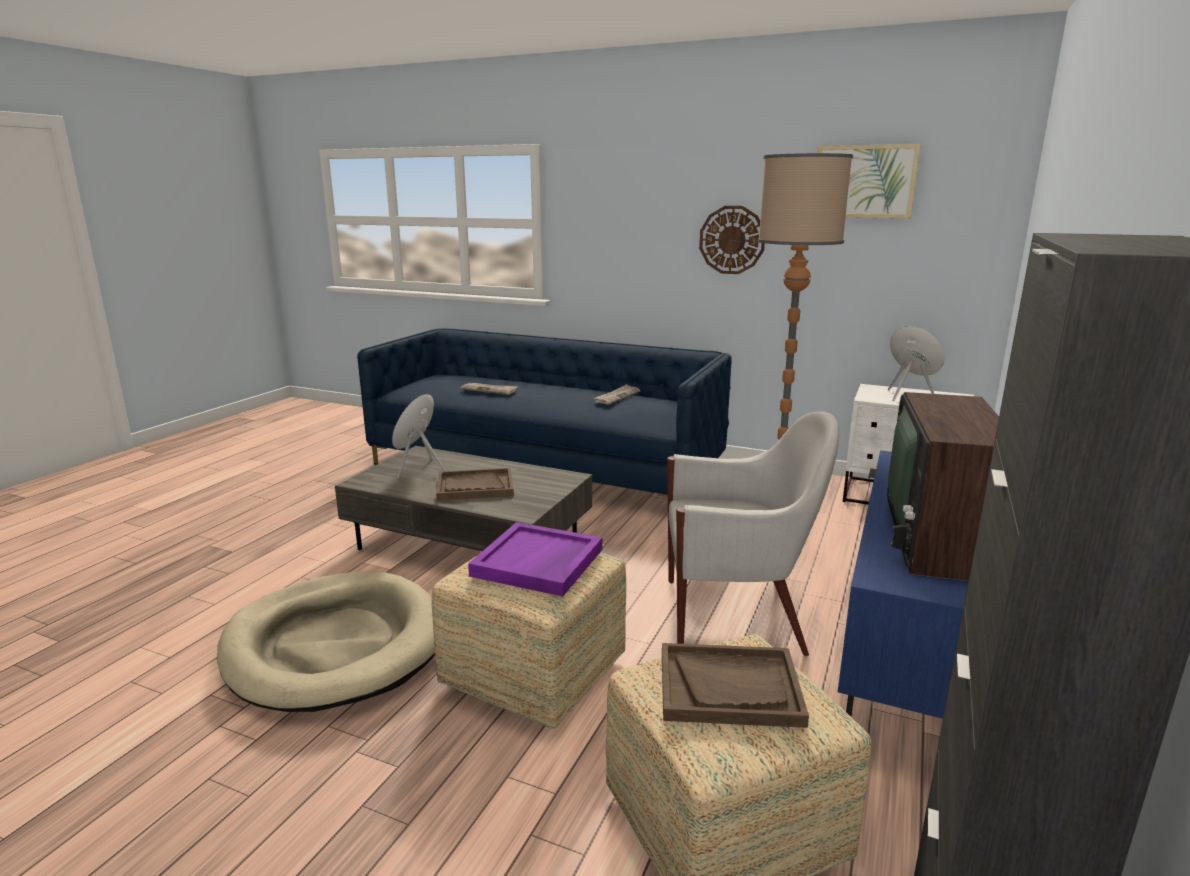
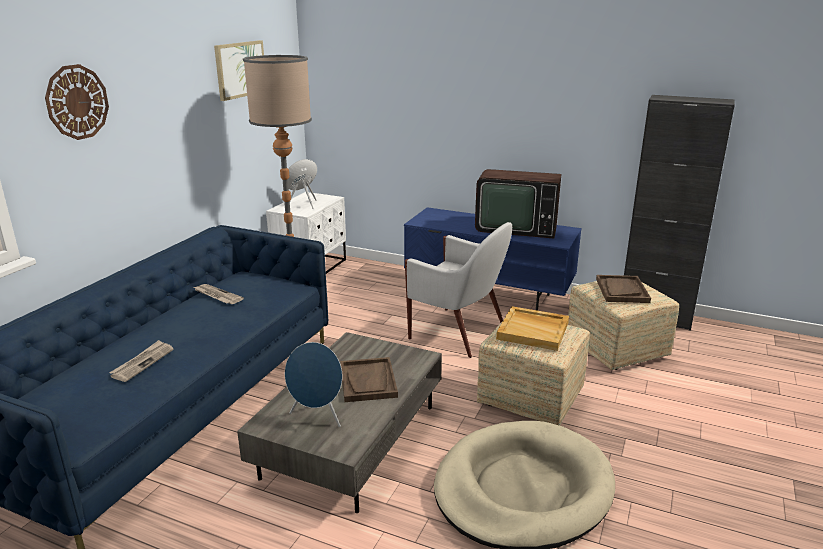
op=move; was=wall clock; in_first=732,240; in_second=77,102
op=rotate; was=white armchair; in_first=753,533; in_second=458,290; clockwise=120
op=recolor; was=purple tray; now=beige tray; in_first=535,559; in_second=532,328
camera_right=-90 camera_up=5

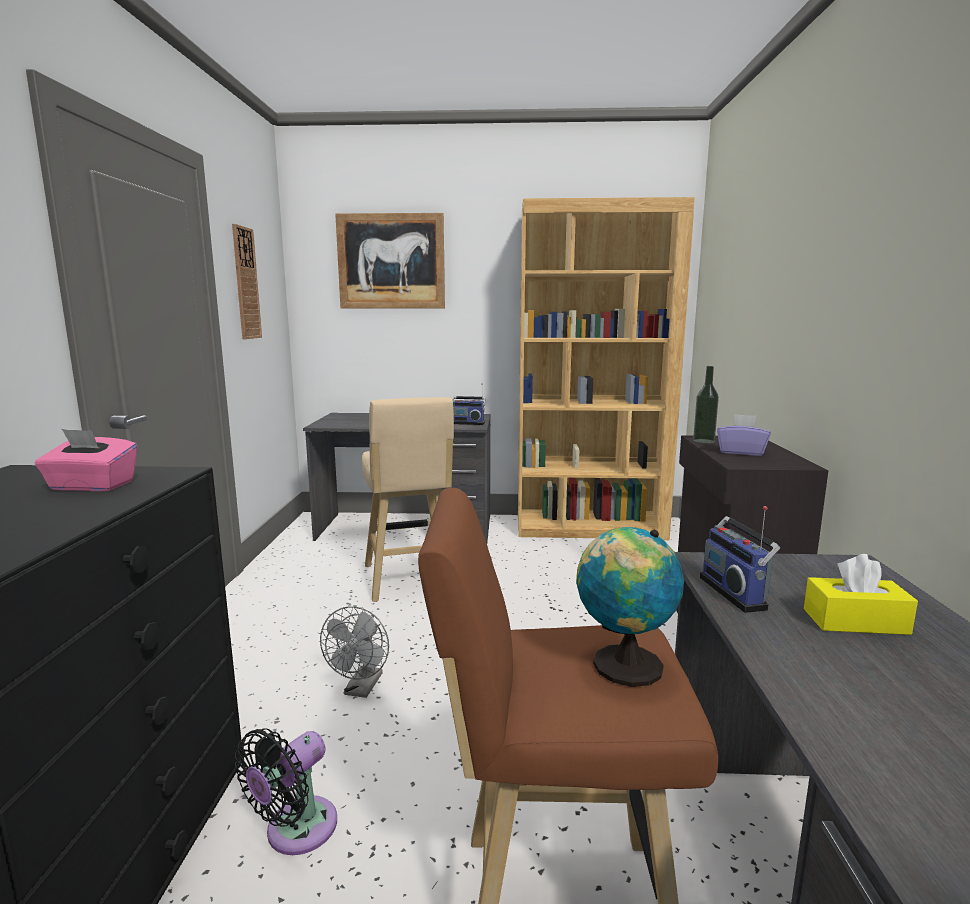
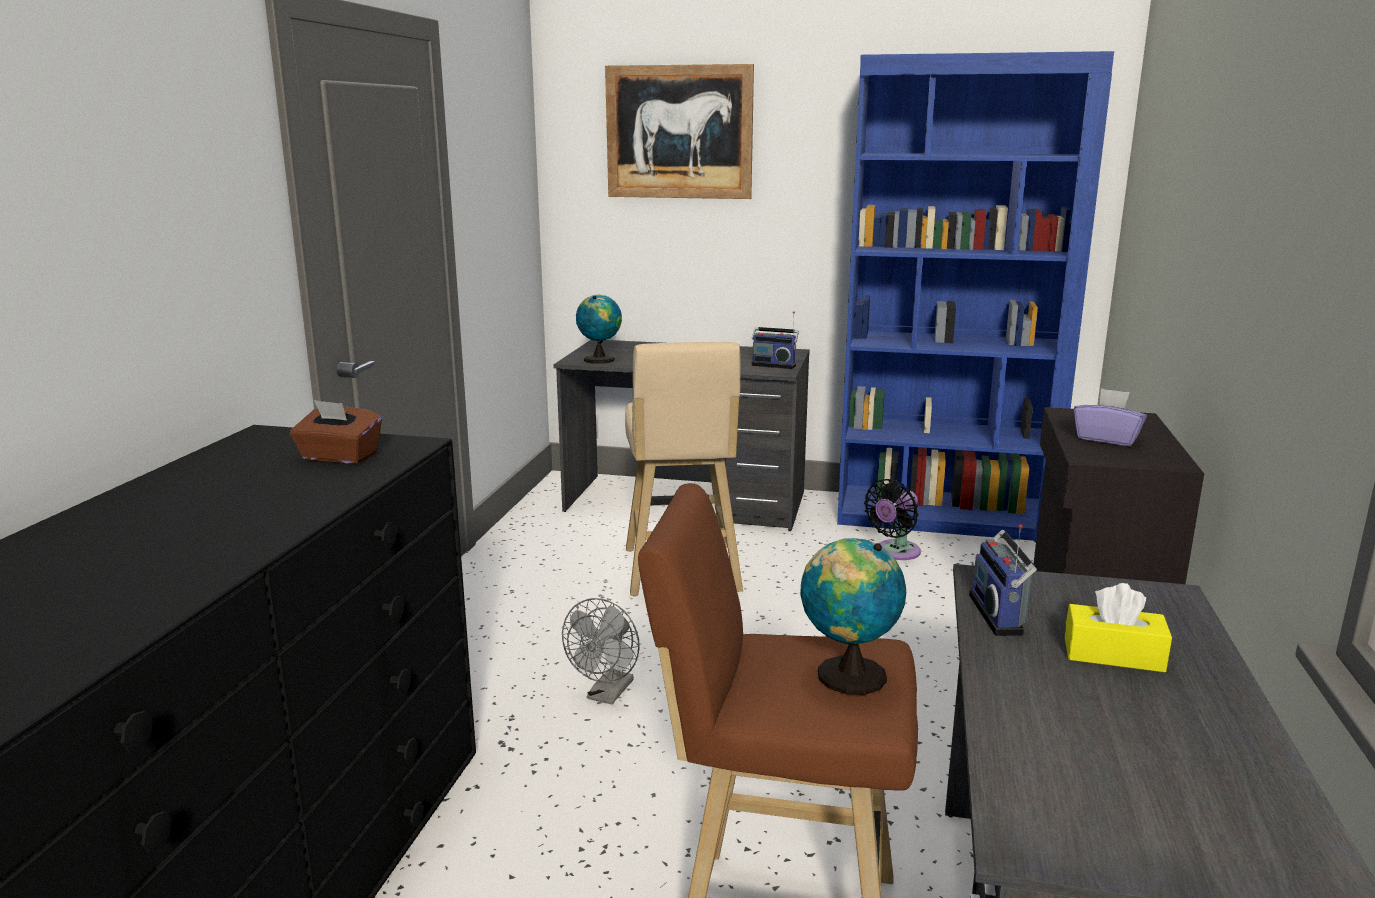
op=recolor; was=brown-coloured bookcase; now=bluish bookcase; in_first=606,369; in_second=975,296
op=delete; was=wall clock; in_first=247,281
op=delete; was=bottle; in_first=706,405
op=recolor; was=pink tissue box; now=brown-coloured tissue box; in_first=86,460; in_second=336,432
op=move; was=black fan; in_first=286,791; in_second=892,519
op=insert; now=desk globe; in_second=599,329
camera_right=10 camera_up=5

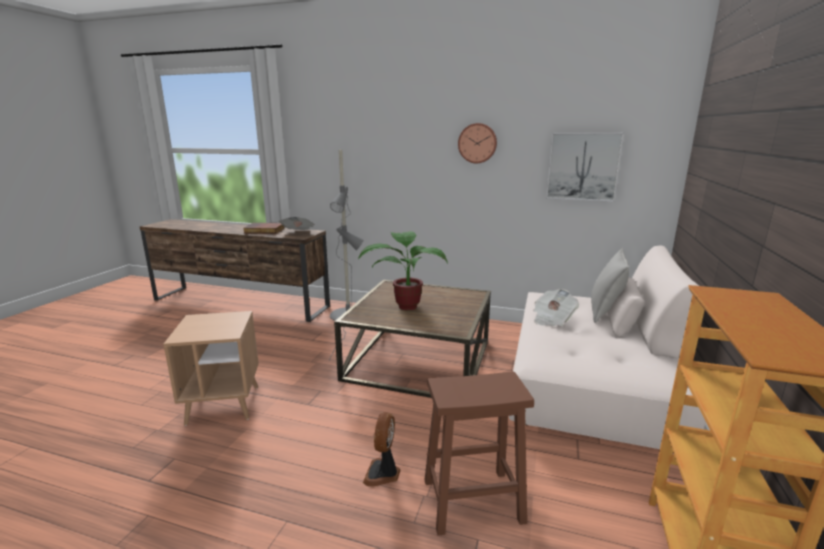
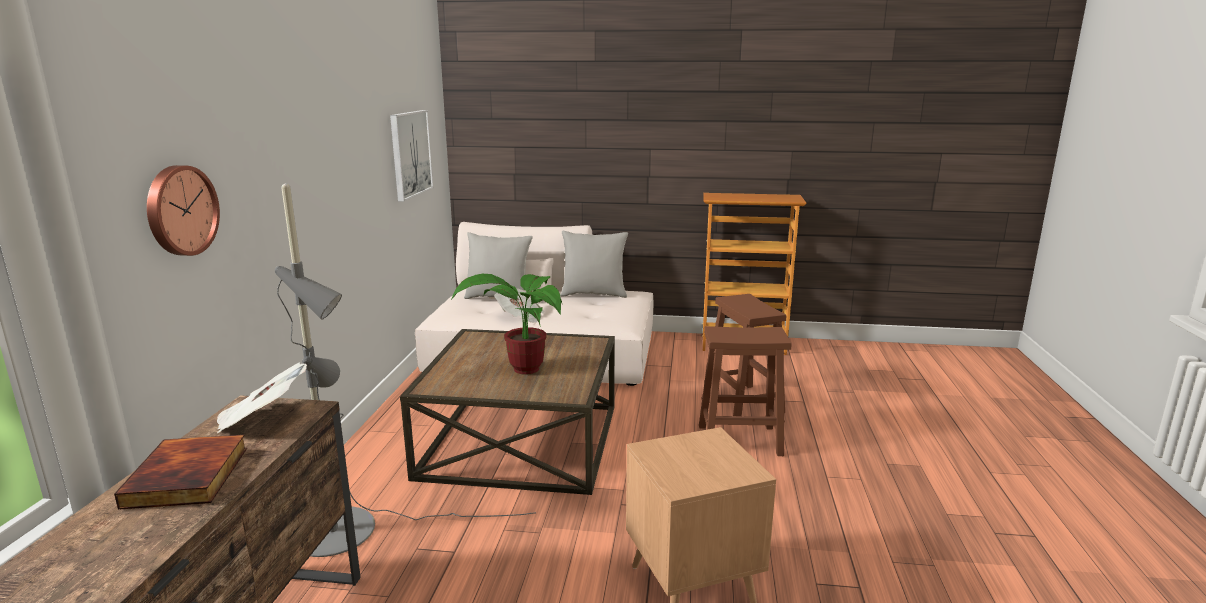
op=move; was=wall clock; in_first=477,143; in_second=183,210
op=replace; was=fan; now=brown-coloured stool seat; in_first=381,449; in_second=745,391
op=insert; now=greyish throw pillow; in_second=594,264
camera_right=-100 camera_up=0

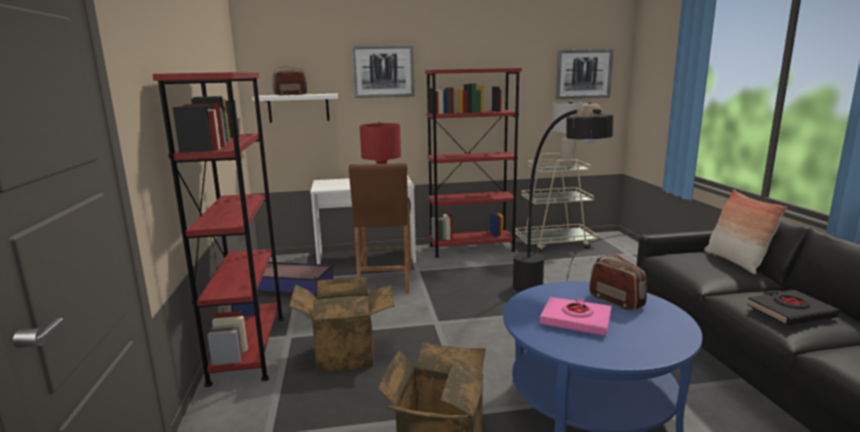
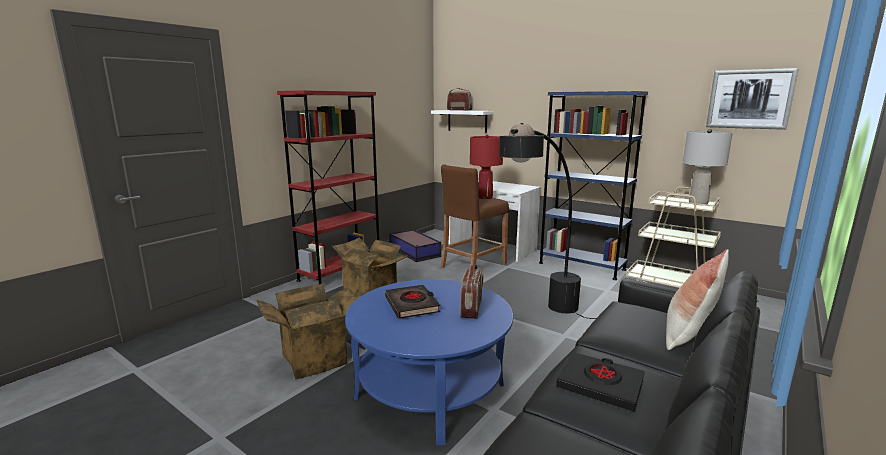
op=delete; was=wall art; in_first=383,71
op=recolor; was=red-coloured bookcase; now=bluish bookcase; in_first=473,163; in_second=593,185
op=recolor; was=pink bound book; now=black bound book; in_first=576,316; in_second=412,302
camera_right=45 camera_up=0

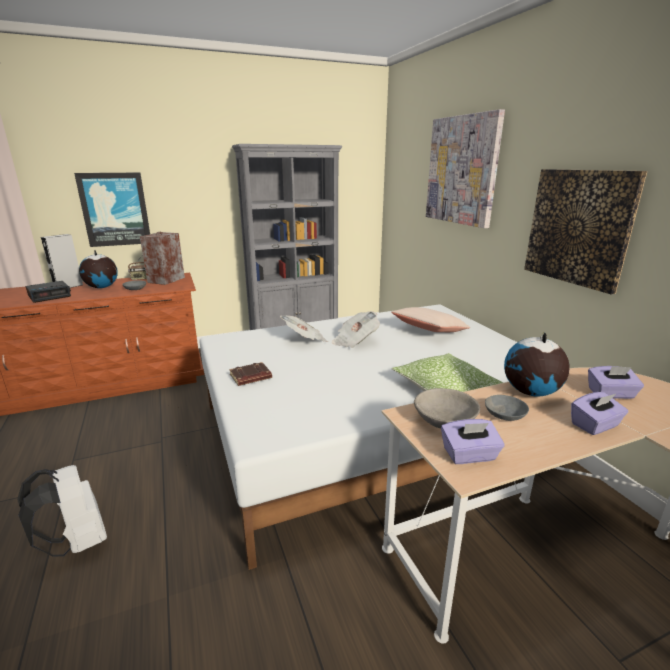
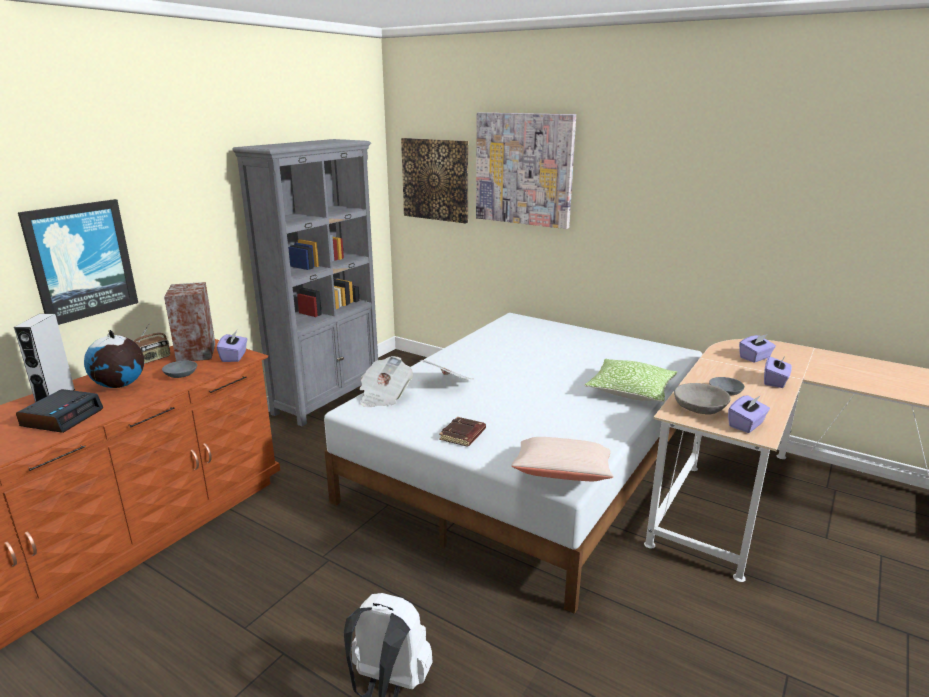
op=move; was=wall art; in_first=586,231; in_second=434,180
op=move; was=beige throw pillow; in_first=430,319; in_second=563,459
op=move; was=printed paper; in_first=356,329; in_second=386,381
op=delete; was=desk globe; in_first=537,364
op=insert; now=purple tissue box; in_second=232,346
camera_right=-35 camera_up=0

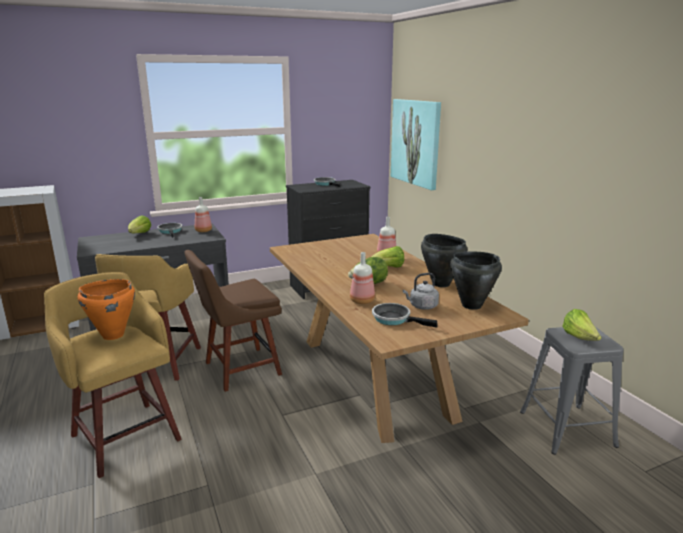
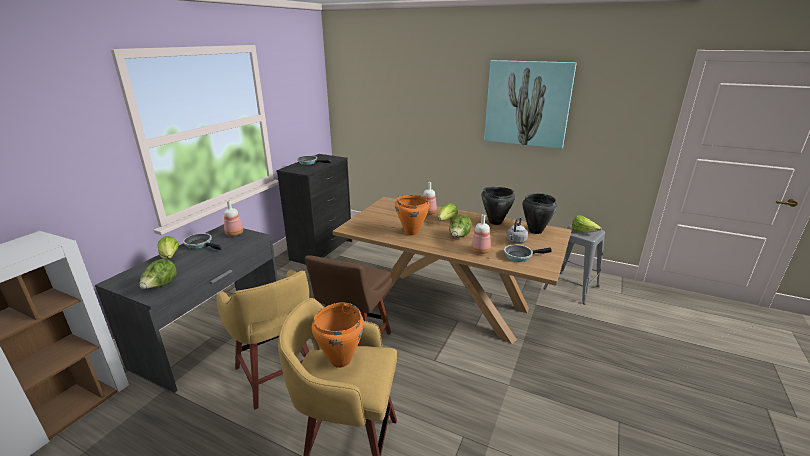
op=move; was=wall art; in_first=416,144; in_second=530,104
op=insert; now=orange saucepot; in_second=412,215
op=insert; now=lettuce; in_second=158,274
camera_right=-40 camera_up=5

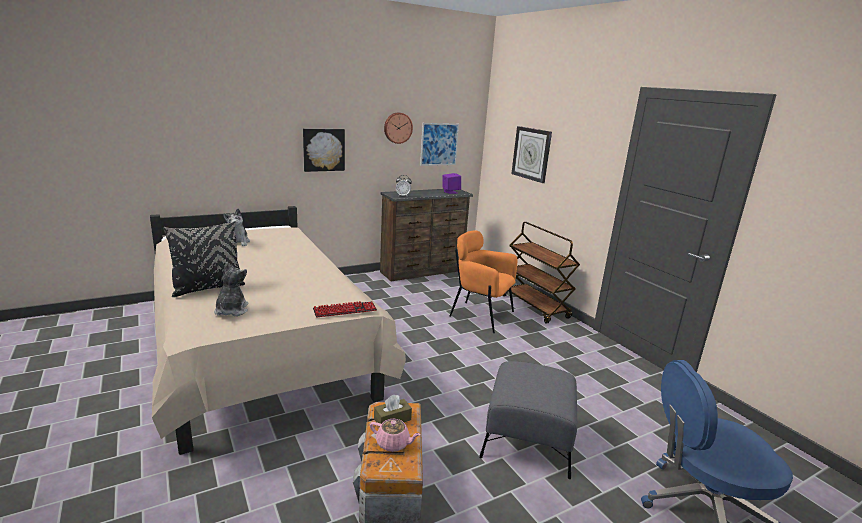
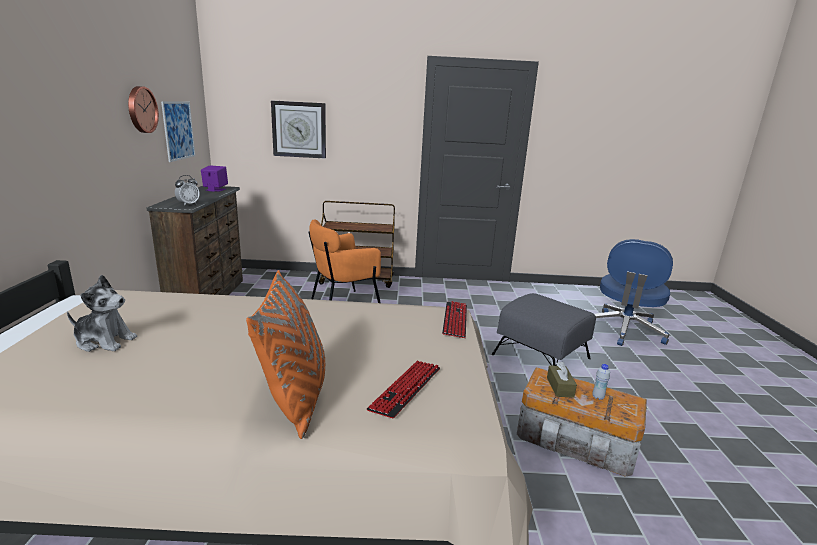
op=delete; was=wall art; in_first=324,150
op=recolor; was=black throw pillow; now=orange throw pillow; in_first=204,259; in_second=285,354
op=replace; was=cuddly toy; now=keyboard; in_first=231,289; in_second=403,389
op=replace; was=pink tea pot; now=white bottle; in_first=395,435; in_second=601,382
camera_right=-60 camera_up=0

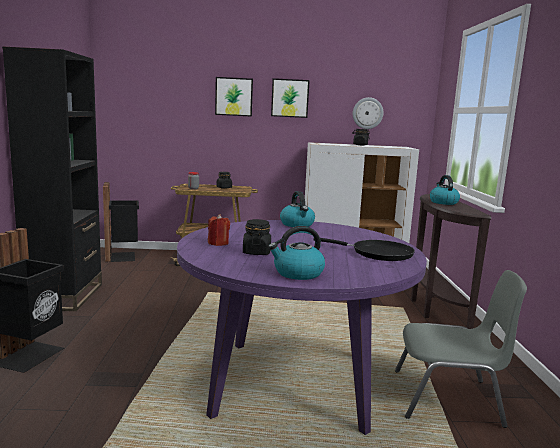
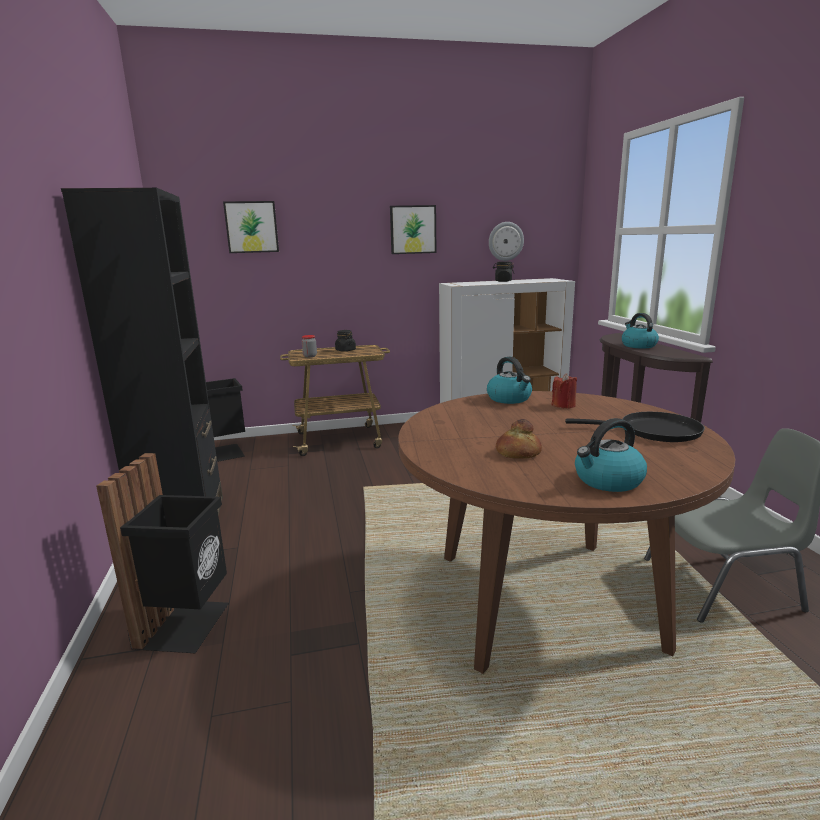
op=move; was=wall art; in_first=234,97; in_second=251,227
op=move; was=red-coloured wax candle; in_first=219,230; in_second=564,391
op=replace; was=black storage jar; now=baked bread; in_first=257,237; in_second=519,439
op=recolor; was=purple dining table; now=brown-coloured dining table; in_first=302,327; in_second=566,532
camera_right=-10 camera_up=5

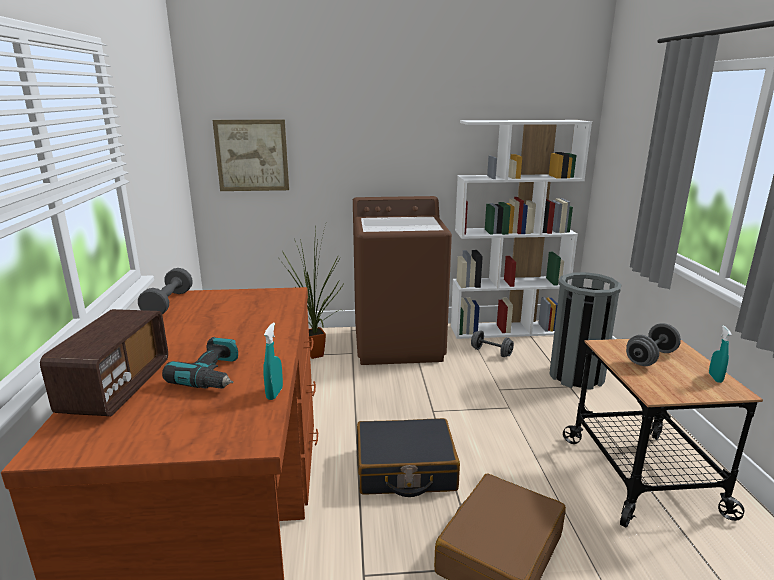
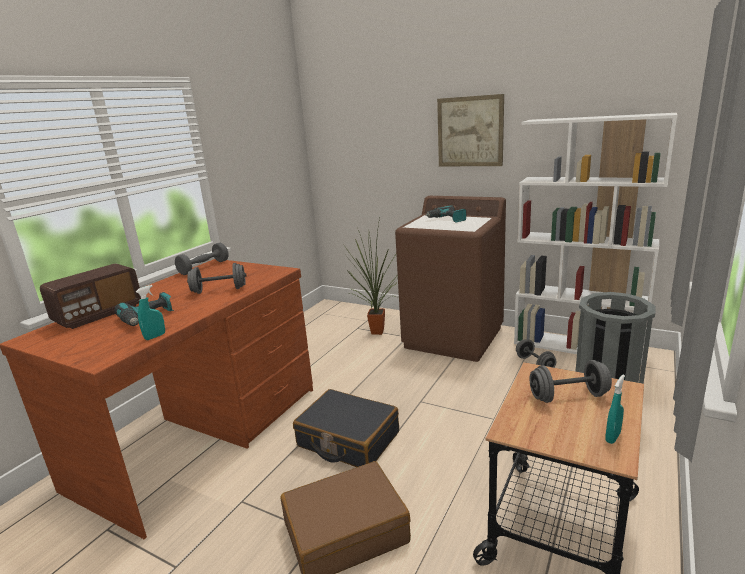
op=move; was=wall art; in_first=251,155; in_second=470,130
op=insert; now=drill; in_second=445,213
op=insert; now=greyish free weight; in_second=217,278
camera_right=35 camera_up=0

